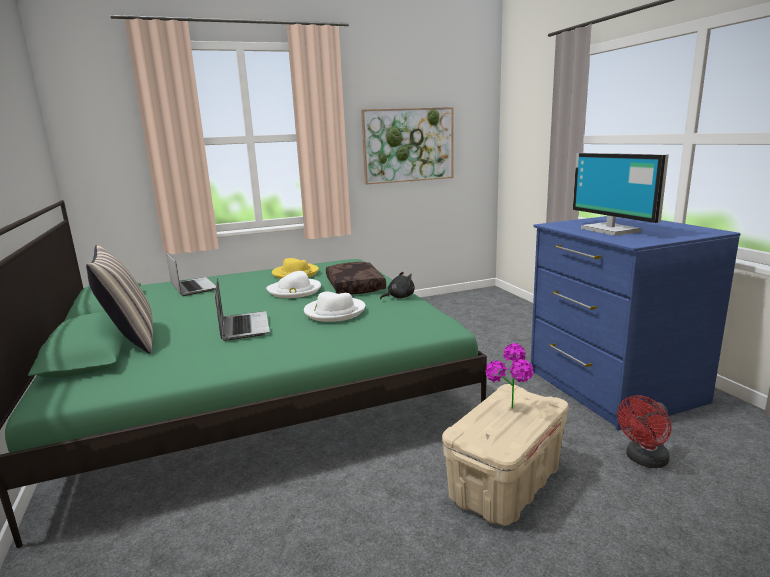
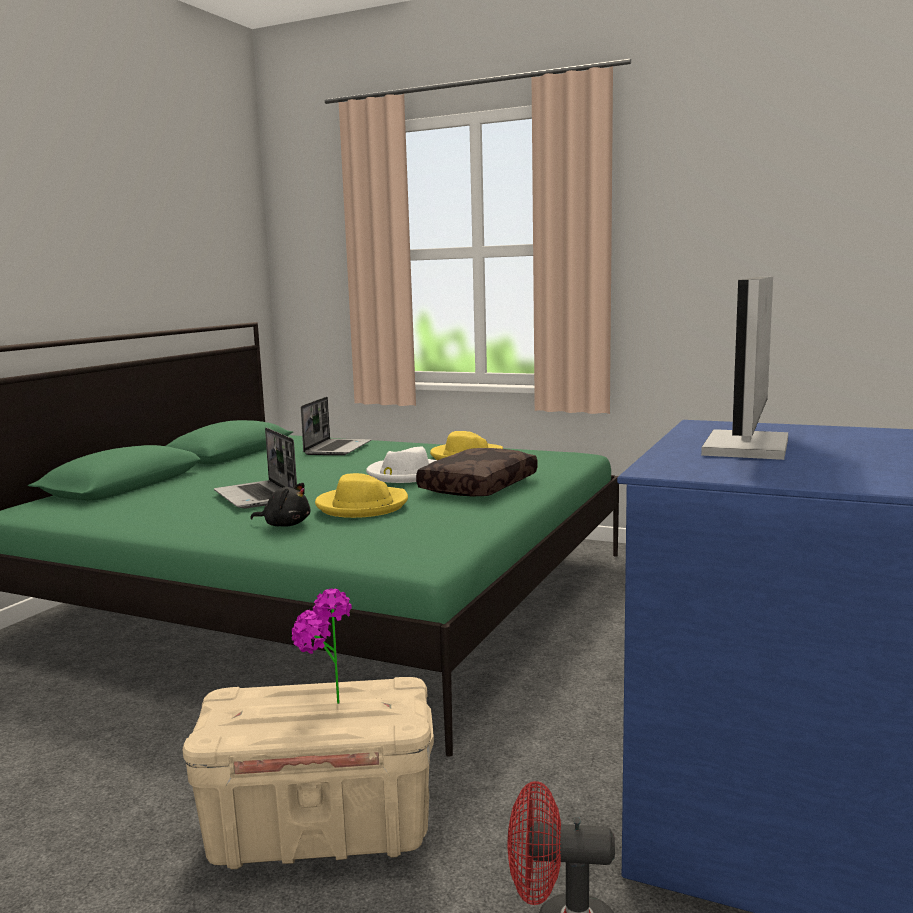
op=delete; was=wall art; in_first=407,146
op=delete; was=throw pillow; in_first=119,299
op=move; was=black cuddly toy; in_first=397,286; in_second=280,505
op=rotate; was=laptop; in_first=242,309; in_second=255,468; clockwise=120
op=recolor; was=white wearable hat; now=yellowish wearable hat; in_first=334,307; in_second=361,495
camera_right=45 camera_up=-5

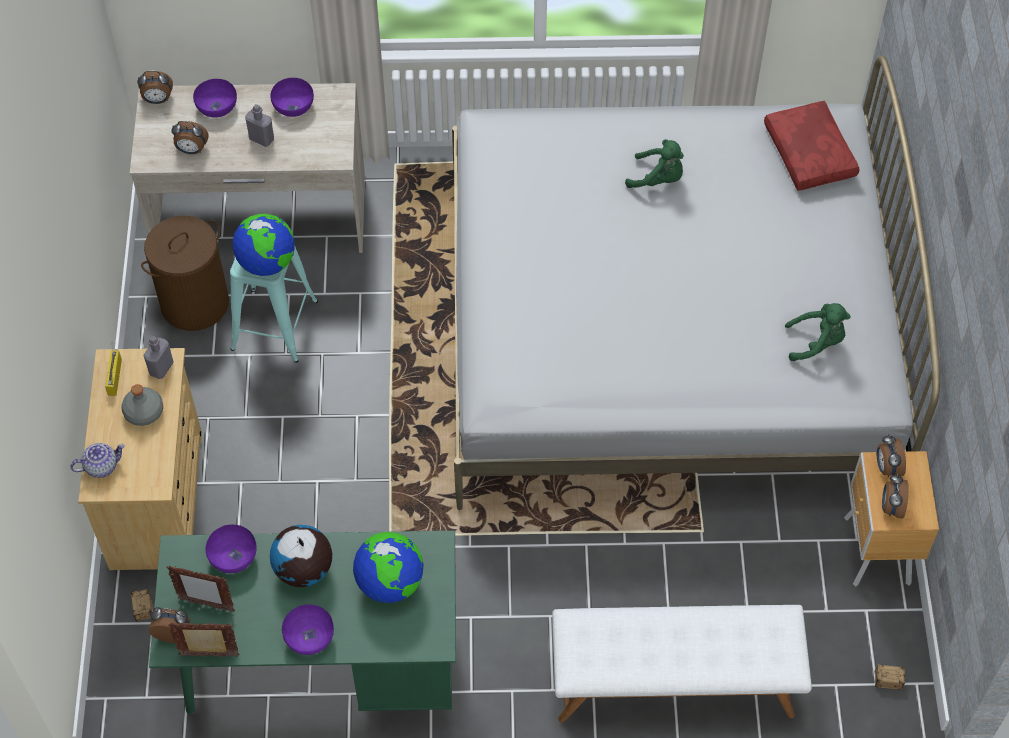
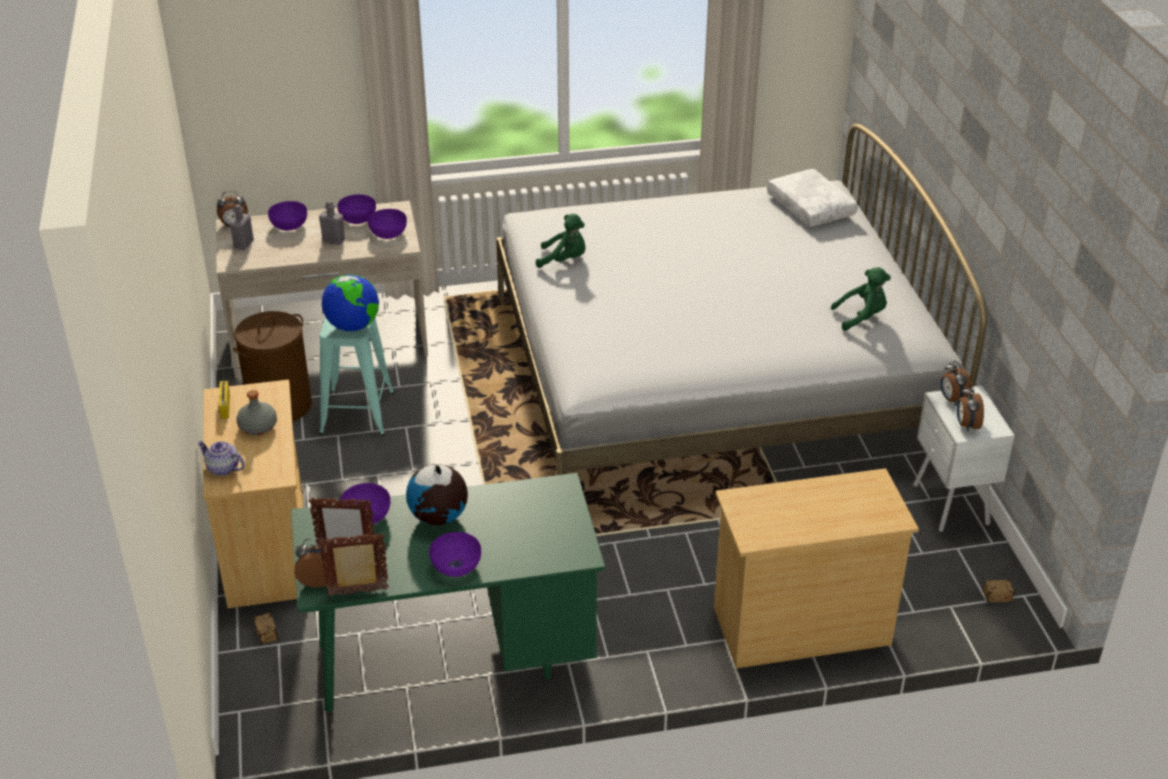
op=recolor; was=red-coloured throw pillow; now=white throw pillow; in_first=811,146; in_second=812,198
op=delete; was=bedside clock; in_first=190,137
op=move; was=greenish cuddly toy; in_first=654,163; in_second=561,241
op=move; was=greyish bottle; in_first=158,357; in_second=242,227
op=rotate; was=tea pot; in_first=97,460; in_second=221,458; clockwise=-120
op=recolor; was=brown-coloured bedside table; now=white bedside table; in_first=891,518; in_second=964,459
op=delete; was=desk globe; in_first=388,567
op=replace; was=white long seat; now=beige dresser; in_first=682,663; in_second=816,568
op=insert; now=purple deep dish; in_second=387,224
camera_right=-10 camera_up=-20

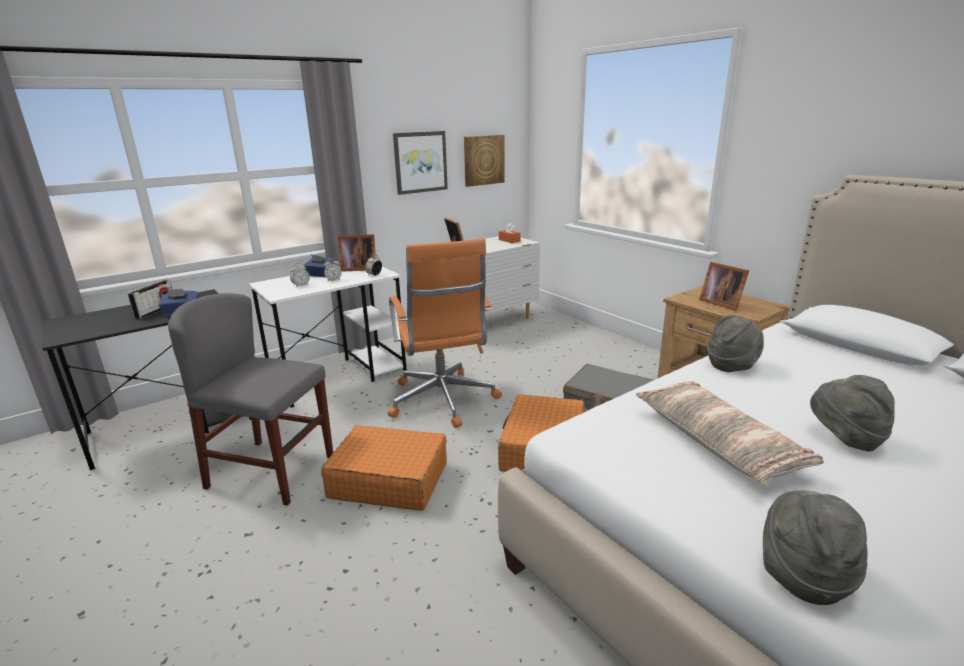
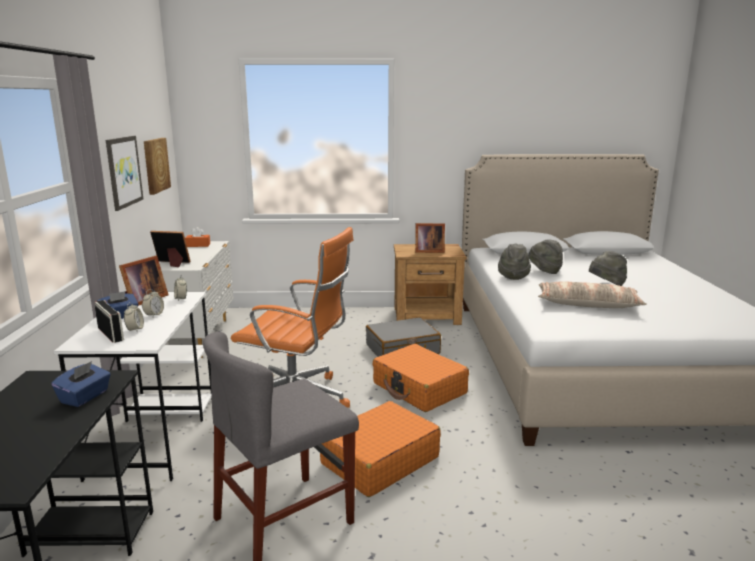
op=move; was=radio; in_first=150,299; in_second=109,321
op=move; was=greyish wearable hat; in_first=815,547; in_second=545,256
camera_right=-55 camera_up=-5

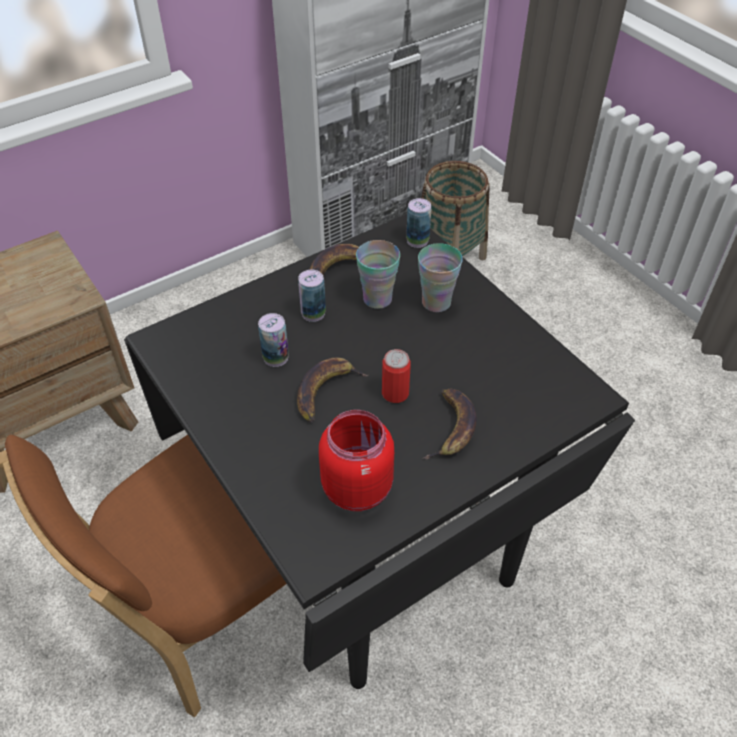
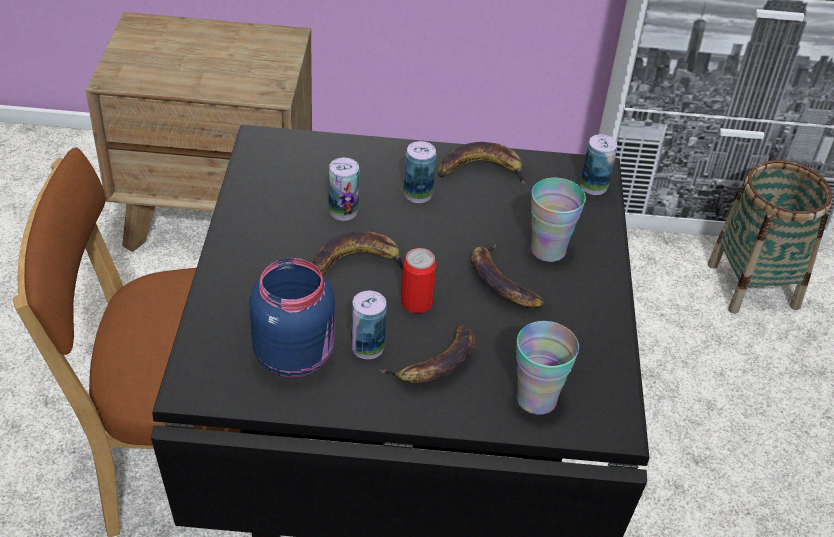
op=move; was=cup; in_first=378,274; in_second=547,368
op=recolor; was=red-coloured storage jar; now=bluish storage jar; in_first=356,460; in_second=292,318
op=insert; now=banana; in_second=508,276
op=insert; now=can; in_second=369,325
camera_right=35 camera_up=-5

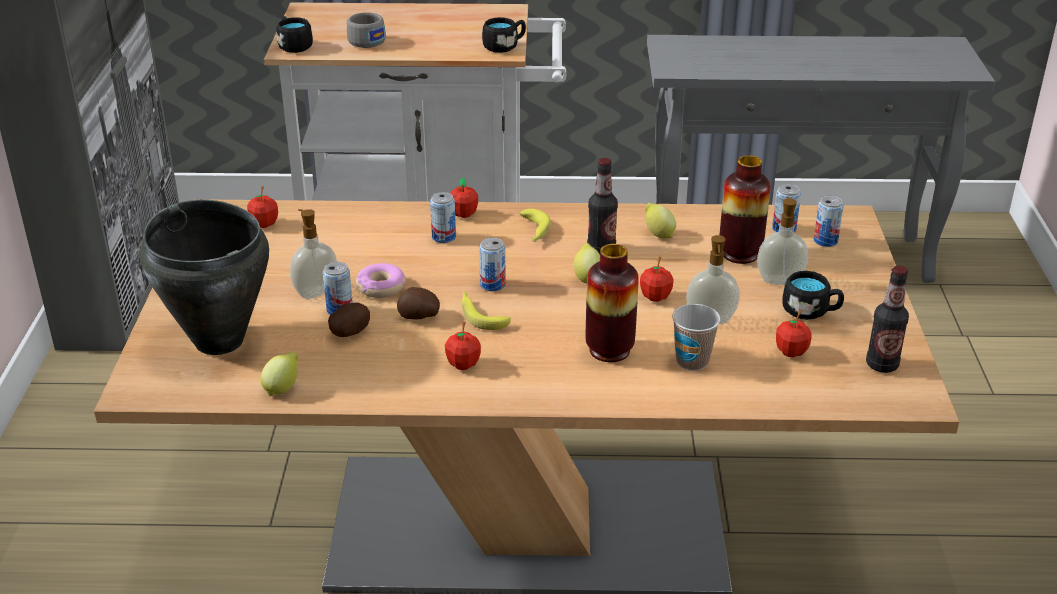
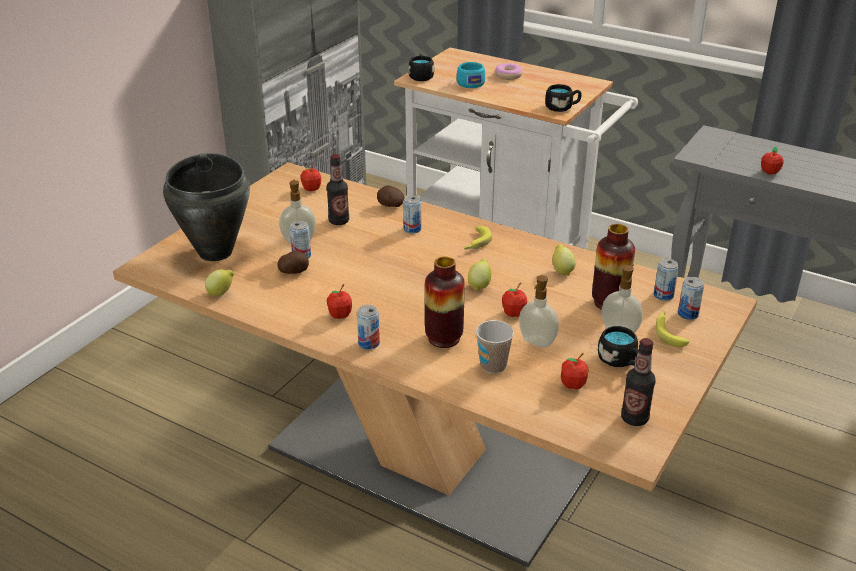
op=recolor; was=greyish cup; now=turquoise-coloured cup; in_first=366,30; in_second=470,75
op=move; was=bottle; in_first=602,206; in_second=337,189
op=move; was=apple; in_first=464,198; in_second=772,161
op=move; was=can; in_first=492,264; in_second=368,327
op=move; was=doughnut; in_first=381,280; in_second=509,71
op=move; was=whole potato; in_first=418,303; in_second=391,196
op=move; was=banana; in_first=486,310; in_second=673,328
camera_right=30 camera_up=0

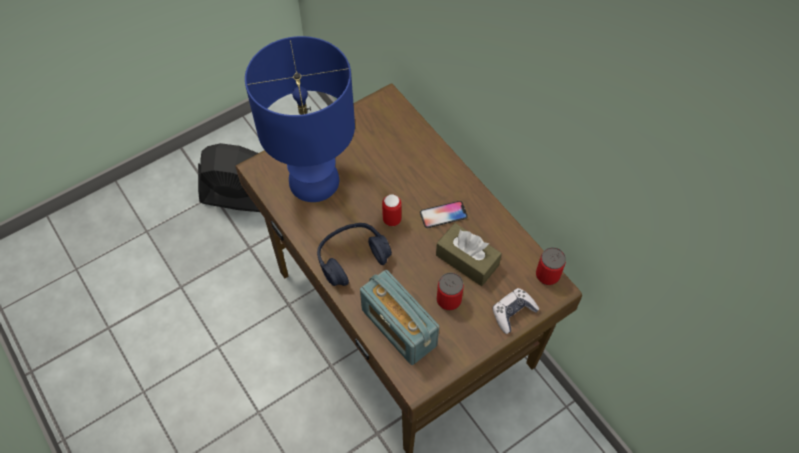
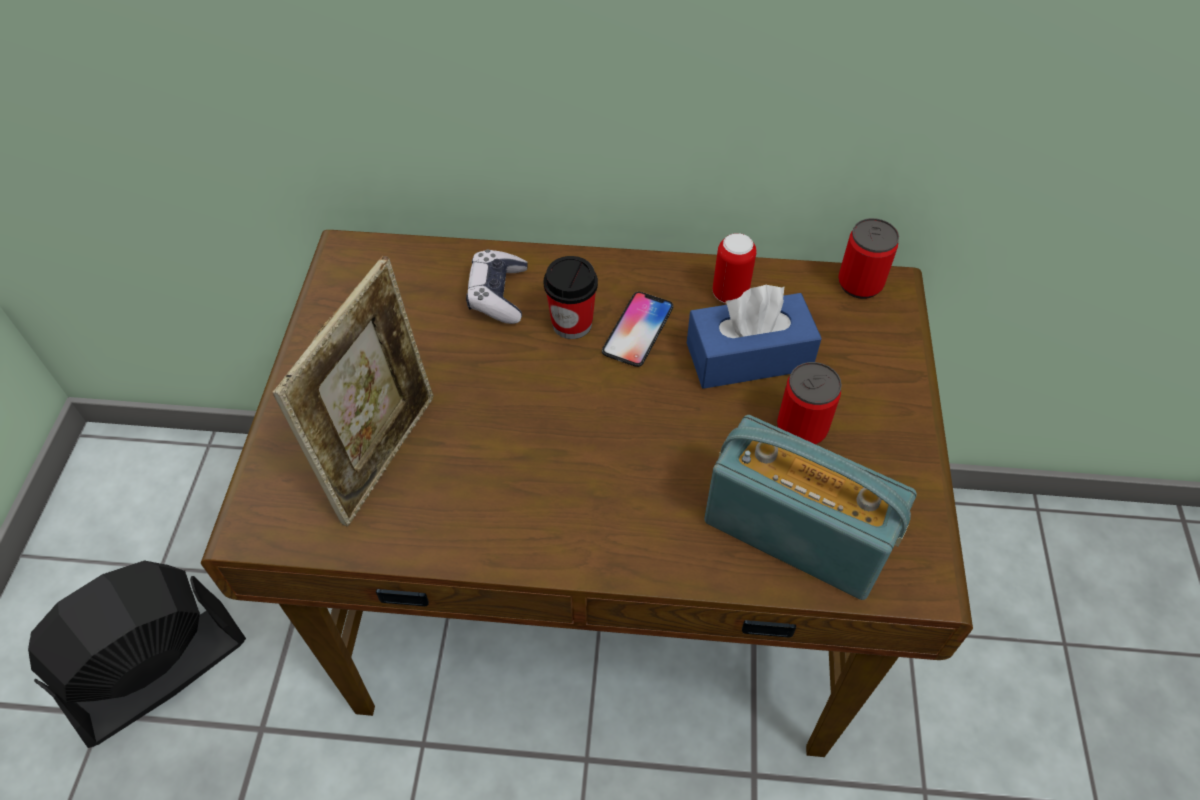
op=replace; was=bluish table lamp; now=picture frame; in_first=300,119; in_second=352,391
op=move; was=can; in_first=392,210; in_second=734,268
op=delete; was=bluish headphones; in_first=354,254
op=recolor; was=brown-coloured tissue box; now=bluish tissue box; in_first=469,254; in_second=754,336
op=rotate; was=radio; in_first=399,317; in_second=810,507; clockwise=-150
op=move; was=joypad; in_first=515,311; in_second=496,287
op=insert; now=cup; in_second=571,297
camera_right=-50 camera_up=-5

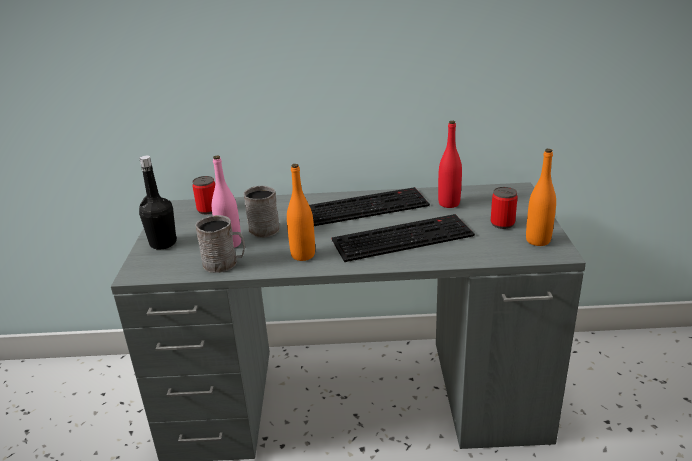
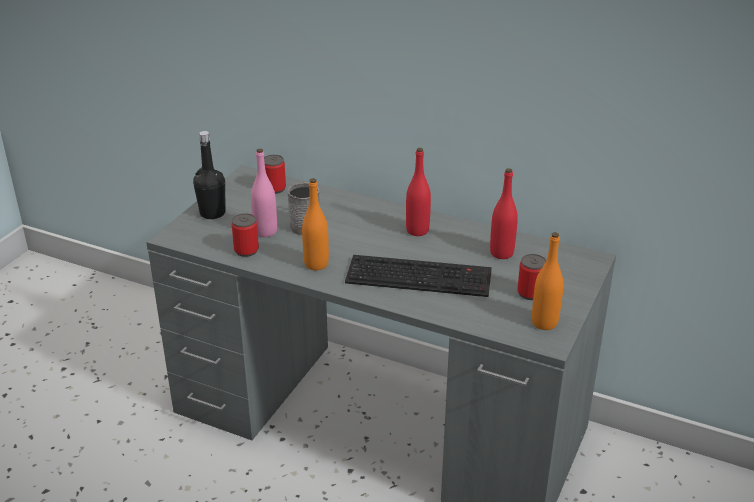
op=replace; was=keyboard; now=red-coloured bottle; in_first=369,206; in_second=418,192
op=replace; was=greyish mug; now=can; in_first=220,244; in_second=245,235
camera_right=25 camera_up=5

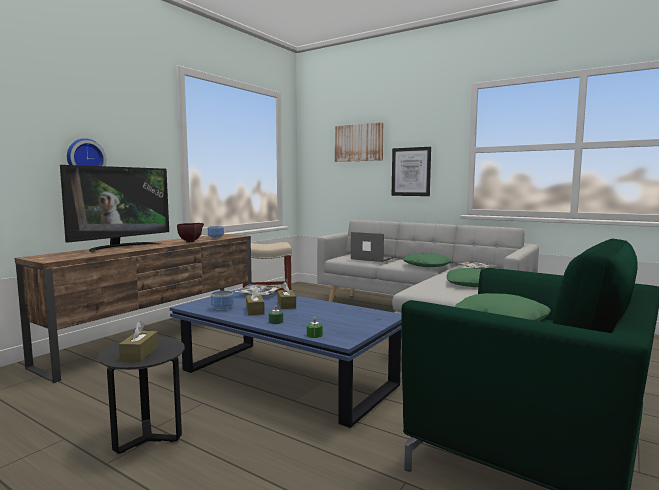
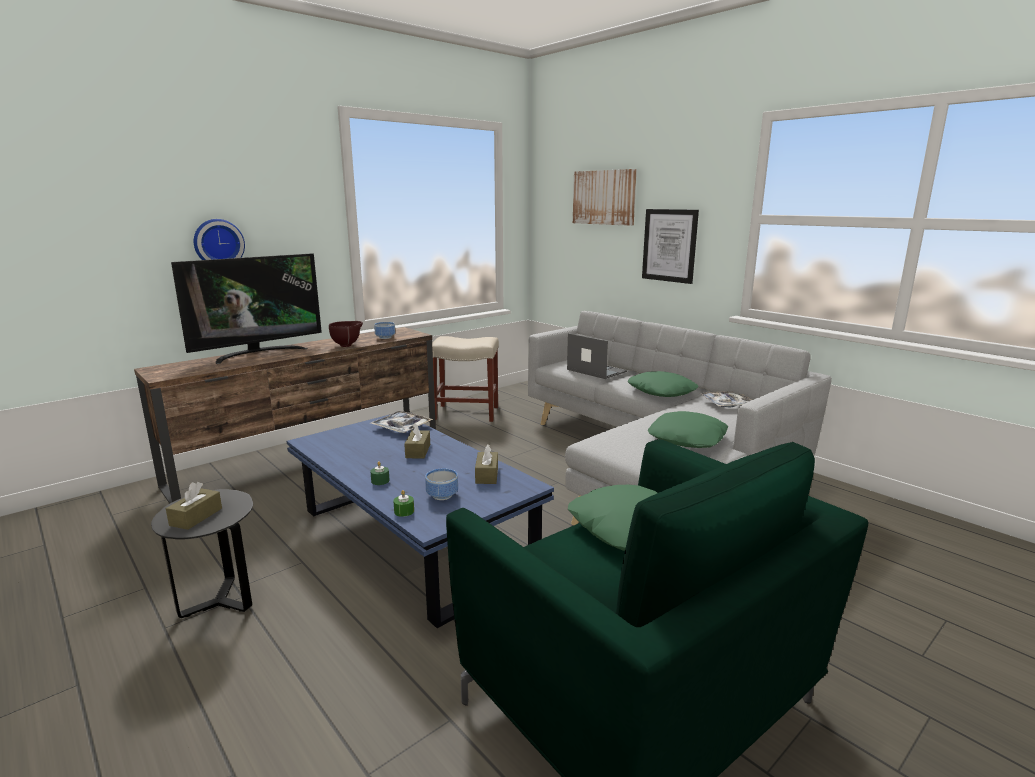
op=move; was=brown-coloured tissue box; in_first=255,301; in_second=486,464
op=move; was=deep dish; in_first=222,300; in_second=441,484
camera_right=15 camera_up=10

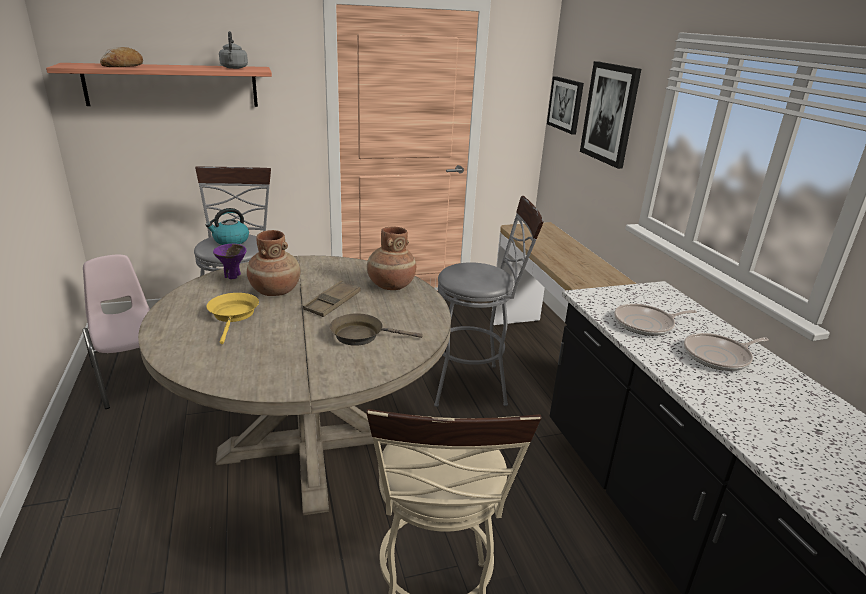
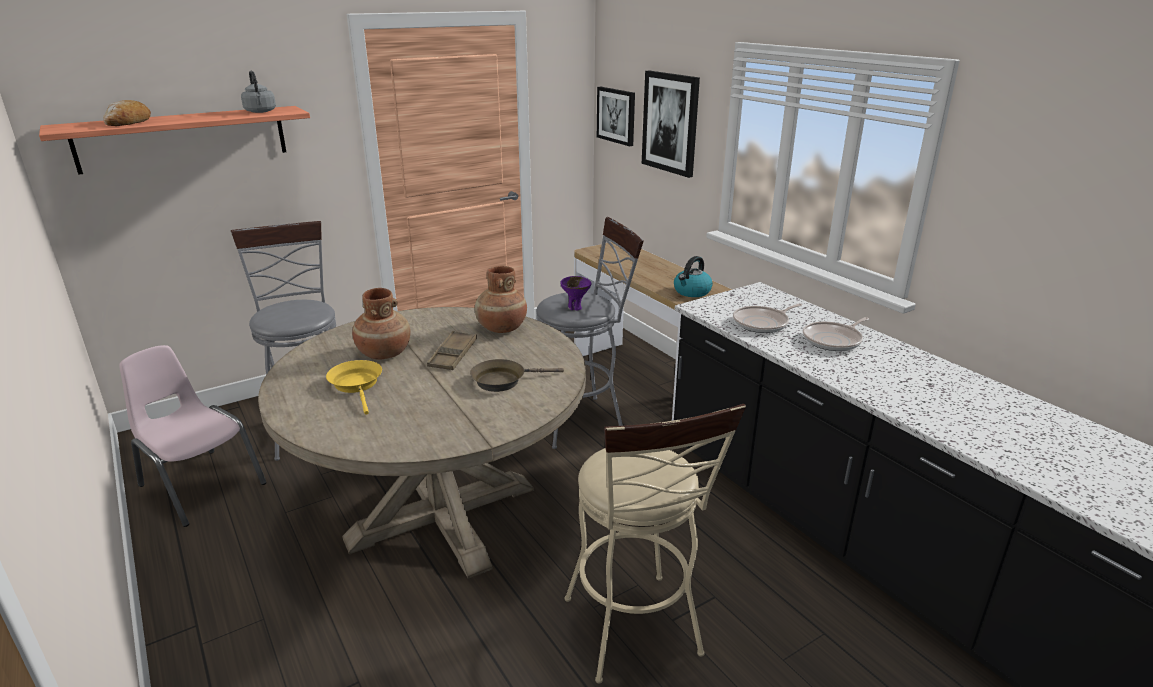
op=move; was=kettle; in_first=227,226; in_second=693,276
op=move; was=purple deep dish; in_first=229,261; in_second=576,293
camera_right=-15 camera_up=0

